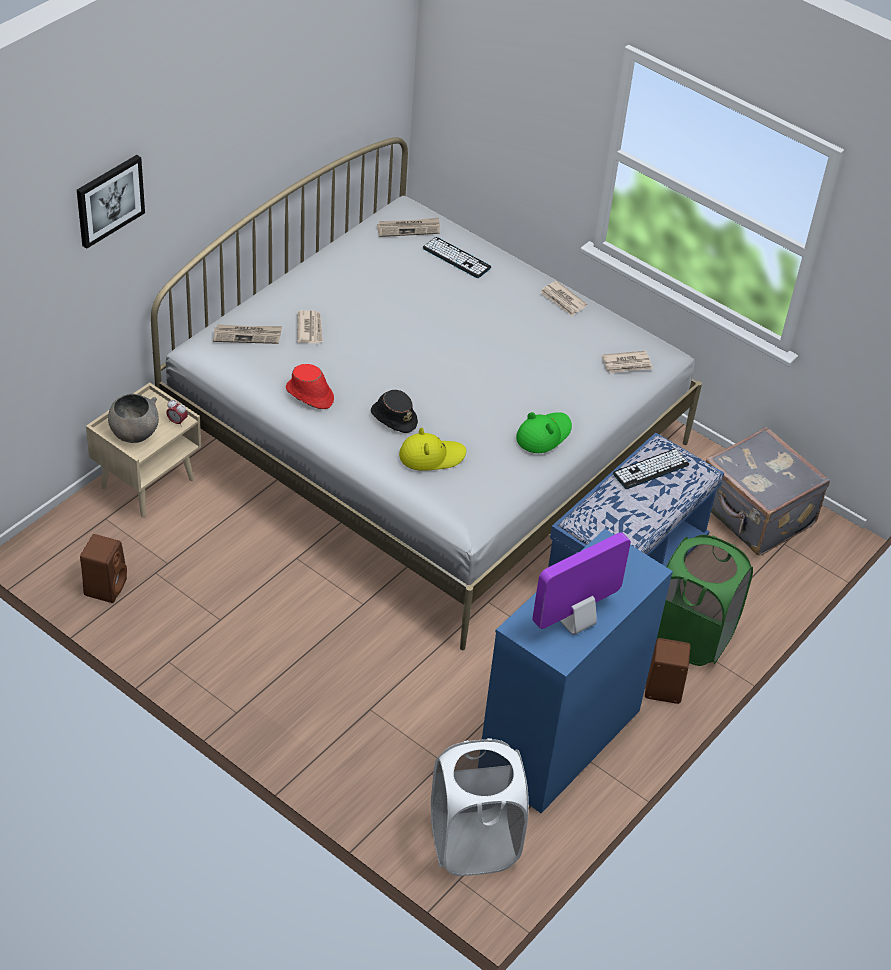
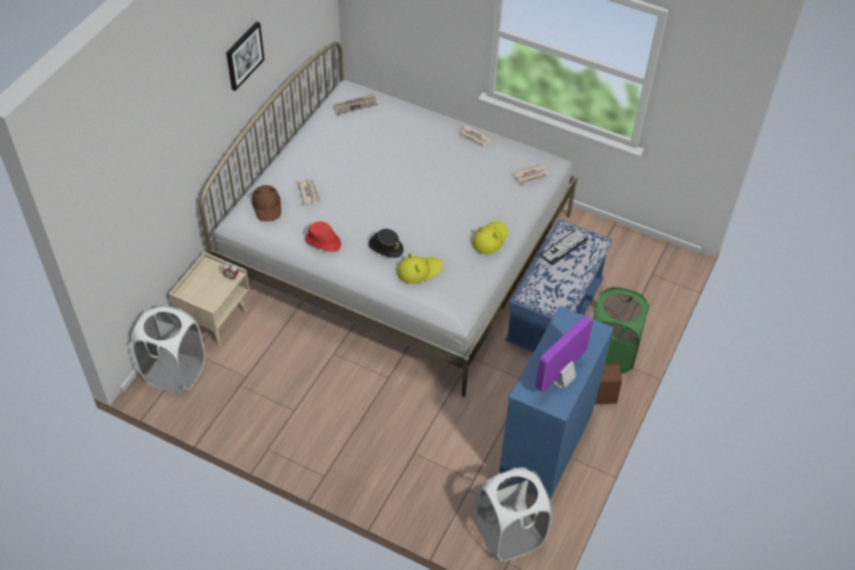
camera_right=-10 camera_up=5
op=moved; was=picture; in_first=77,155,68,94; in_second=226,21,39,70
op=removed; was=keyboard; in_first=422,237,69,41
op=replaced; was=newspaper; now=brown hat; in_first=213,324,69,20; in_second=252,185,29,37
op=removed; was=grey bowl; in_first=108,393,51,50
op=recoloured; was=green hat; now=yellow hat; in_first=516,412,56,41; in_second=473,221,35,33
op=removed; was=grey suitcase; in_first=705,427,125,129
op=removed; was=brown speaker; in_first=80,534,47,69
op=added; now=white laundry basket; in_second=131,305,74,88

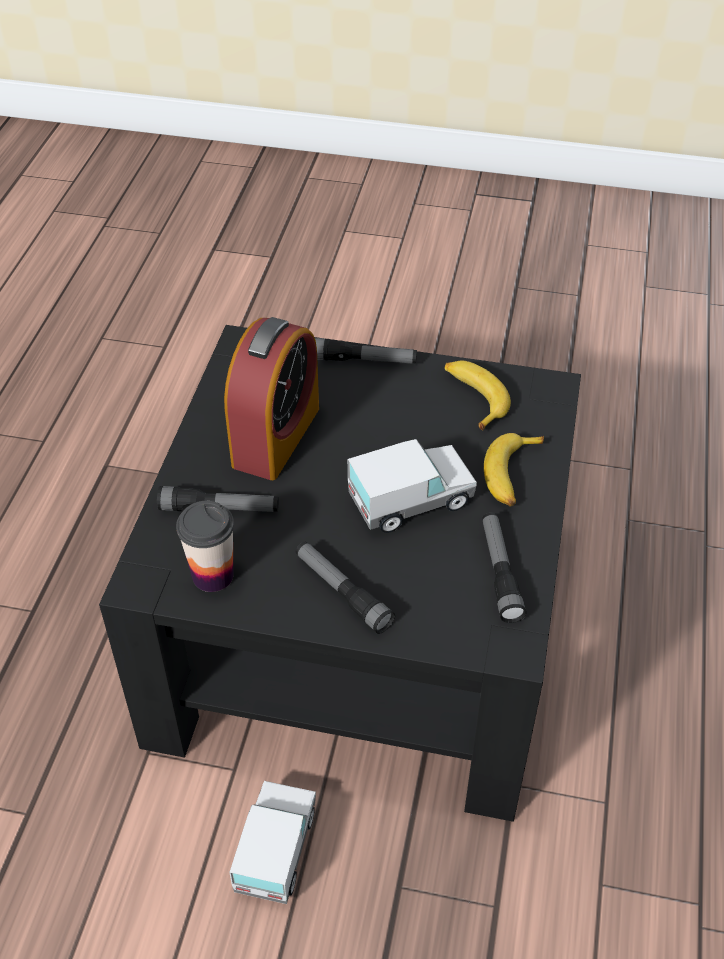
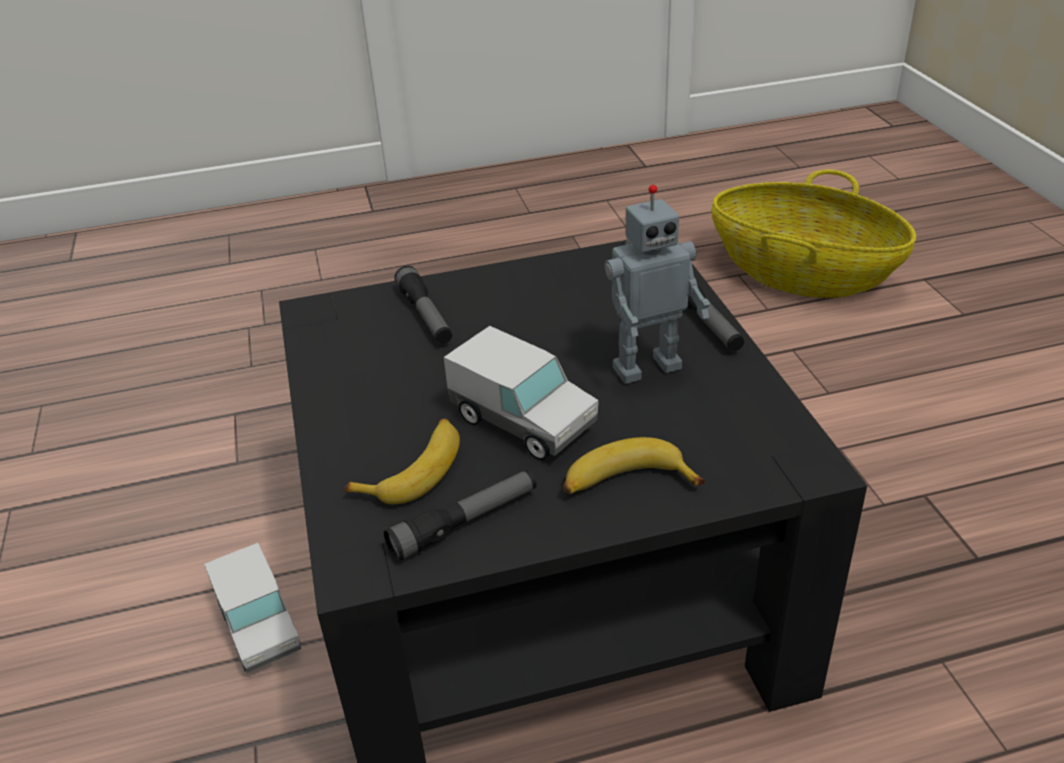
camera_right=65 camera_up=-10
op=removed; was=alarm clock; in_first=224,317,95,163
op=moved; was=banana; in_first=445,360,66,71; in_second=344,419,116,85
op=removed; was=cup; in_first=176,501,58,91
op=removed; was=flashlight; in_first=296,542,99,92
op=turned; was=toy truck; in_first=229,781,87,123; in_second=204,543,97,130; clockwise=75
op=added; now=basket; in_second=711,170,205,128
op=added; now=toy robot; in_second=605,185,105,199

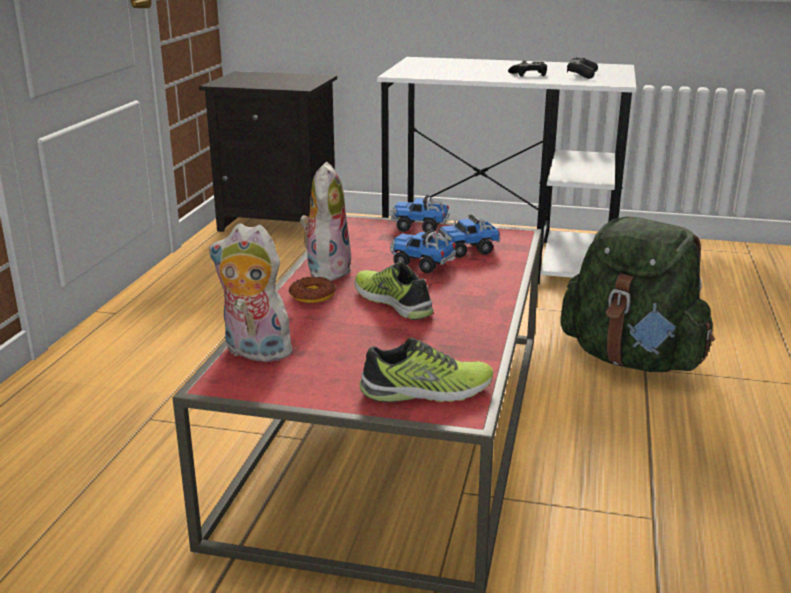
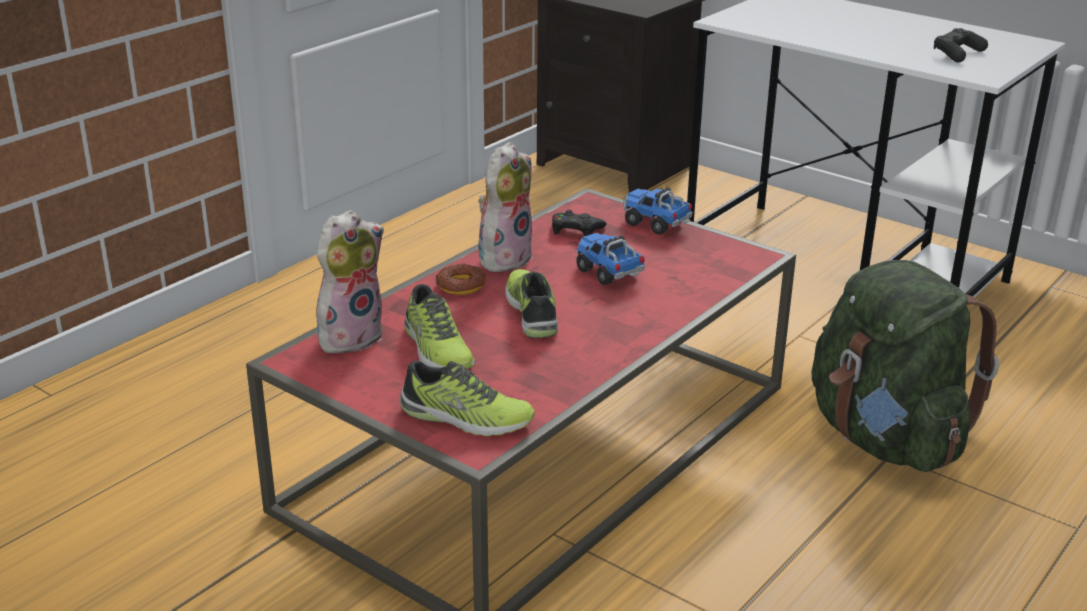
camera_right=25 camera_up=5
op=moved; was=black game controller; in_first=508,61,39,16; in_second=552,210,55,26
op=removed; was=toy truck; in_first=437,214,64,44
op=turned; was=plush toy; in_first=209,223,86,139; in_second=316,210,68,143; clockwise=90
op=added; now=shoe; in_second=404,284,71,85

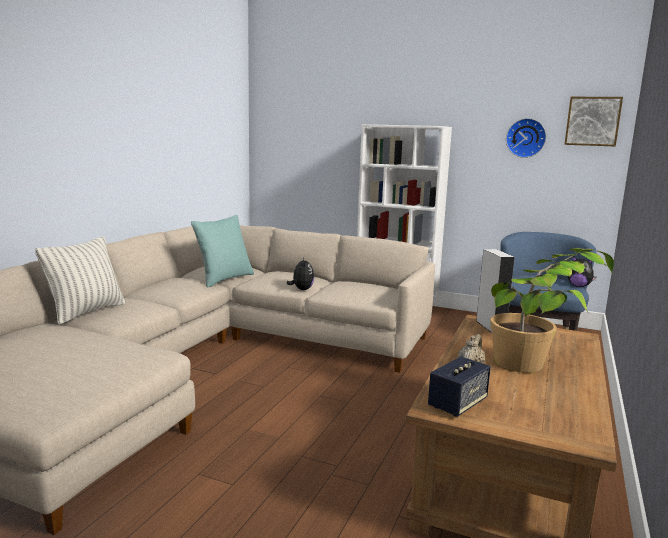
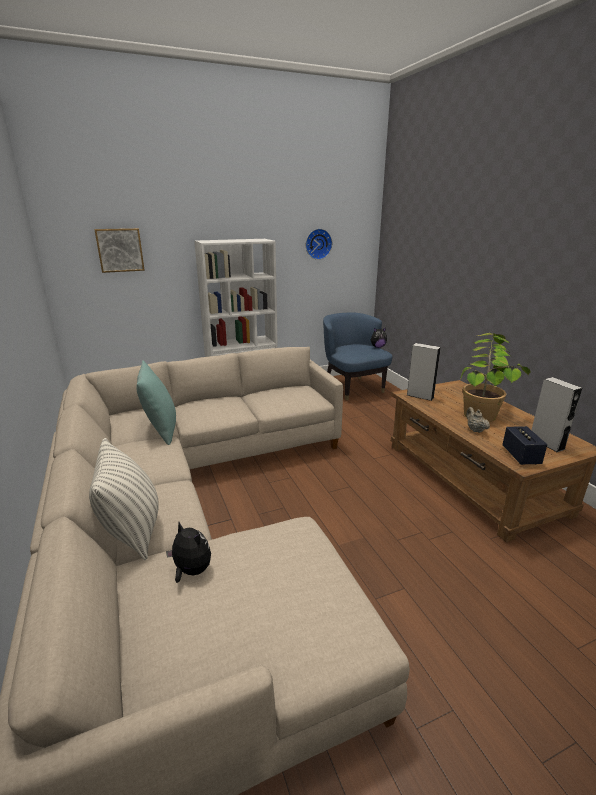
camera_right=-45 camera_up=10
op=moved; was=picture; in_first=564,97,59,50; in_second=94,228,51,45
op=moved; was=plush toy; in_first=287,257,27,33; in_second=166,522,45,61
op=added; now=grey speaker; in_second=532,377,50,75

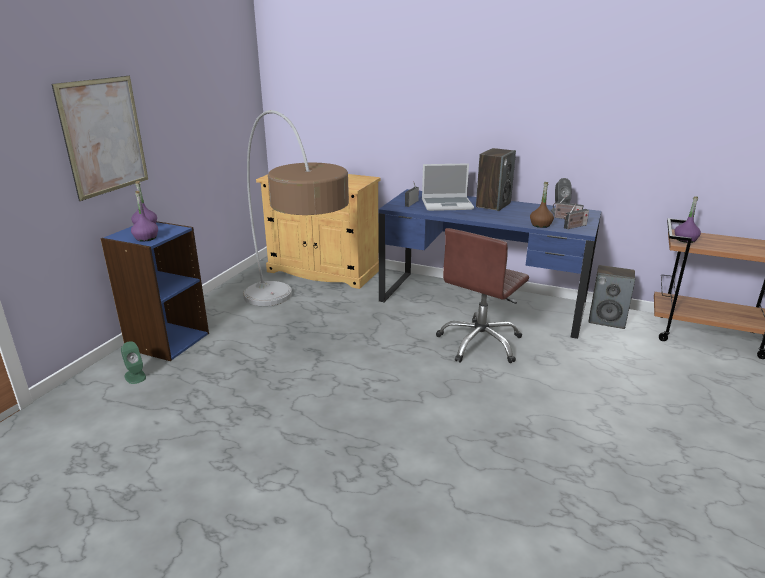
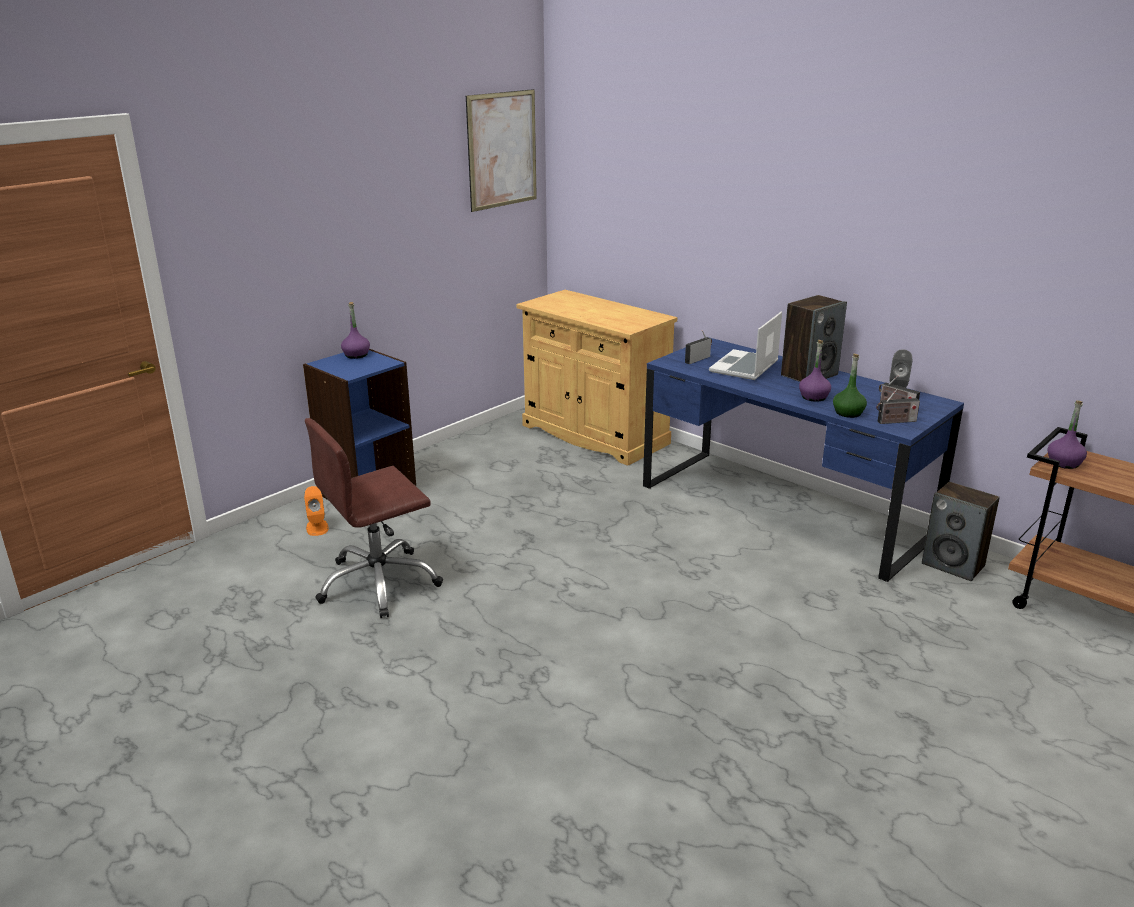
camera_right=20 camera_up=0
op=moved; was=picture; in_first=51,76,97,125; in_second=466,89,71,123
op=removed; was=floor lamp; in_first=243,110,106,196
op=turned; was=laptop; in_first=422,163,52,48; in_second=709,312,73,68; clockwise=105
op=recoloured; was=brown bottle; now=green bottle; in_first=530,182,24,46; in_second=833,354,34,64
op=moved; was=purple bottle; in_first=131,191,27,51; in_second=799,340,32,62
op=moved; was=brown office chair; in_first=436,228,93,135; in_second=305,418,138,200
op=recoloured; was=green speaker; now=orange speaker; in_first=121,341,25,43; in_second=304,486,24,50

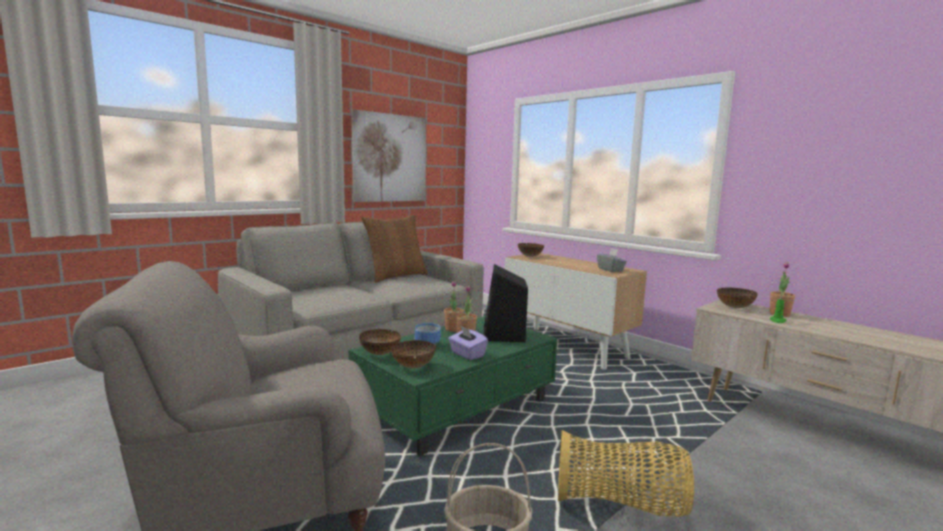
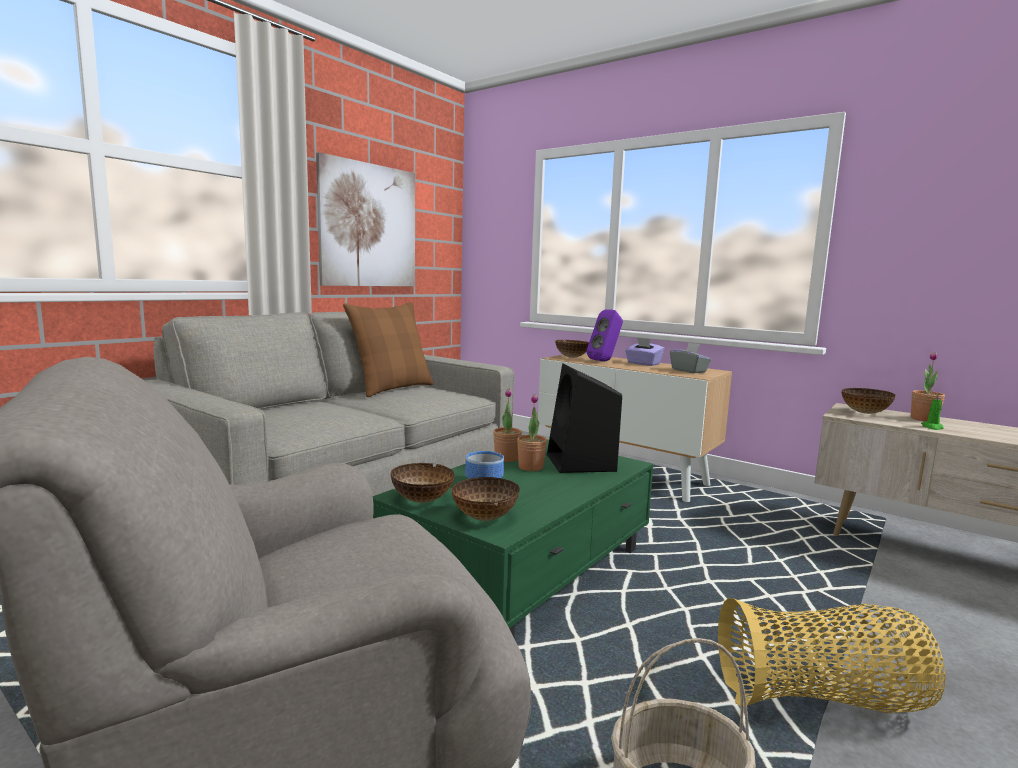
camera_right=-10 camera_up=0
op=moved; was=purple tissue box; in_first=448,326,40,34; in_second=625,337,39,29
op=added; now=purple speaker; in_second=587,309,36,53

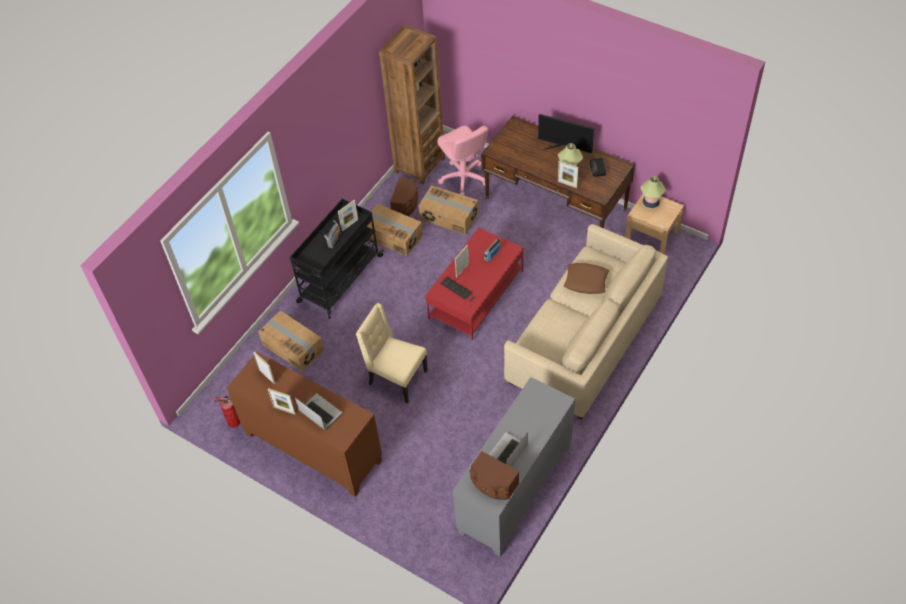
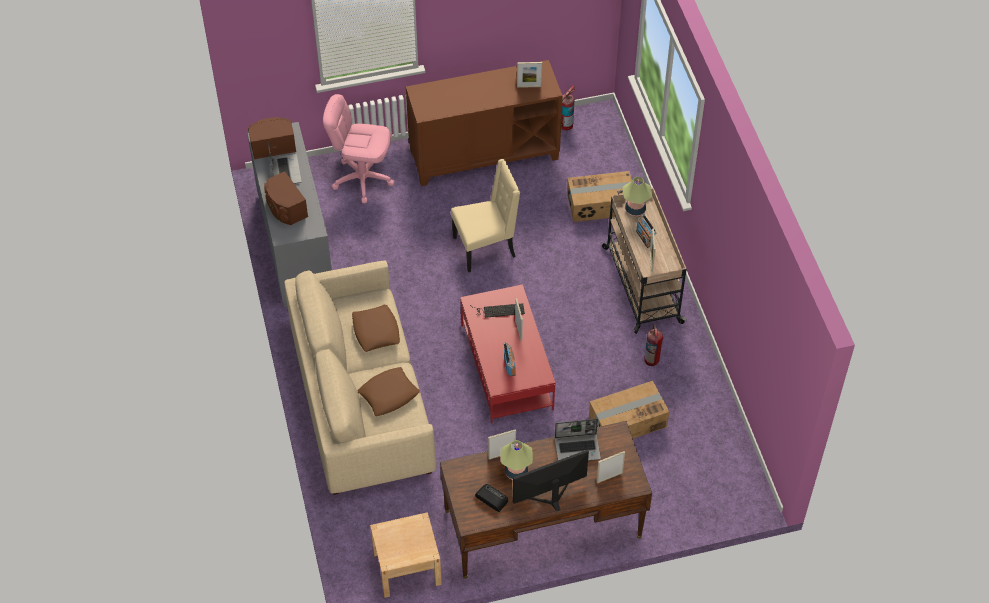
camera_right=130 camera_up=0
op=removed; was=brown bookcase; in_first=379,24,66,160
op=moved; was=pink office chair; in_first=437,126,51,69; in_second=323,94,71,109
op=moved; was=table lamp; in_first=640,176,26,33; in_second=622,177,30,39
op=moved; was=brown speaker; in_first=390,178,28,38; in_second=264,171,44,54
op=recoloured; was=black cart; now=beige cart; in_first=290,199,94,120; in_second=602,188,85,146
op=replaced; was=cardboard box; now=fire extinguisher; in_first=367,204,56,52; in_second=644,324,19,42
op=moved; was=picture frame; in_first=268,388,28,27; in_second=596,451,29,32
op=moved; was=laptop; in_first=295,393,47,37; in_second=554,419,47,41
op=added; now=brown pillow; in_second=352,305,48,47

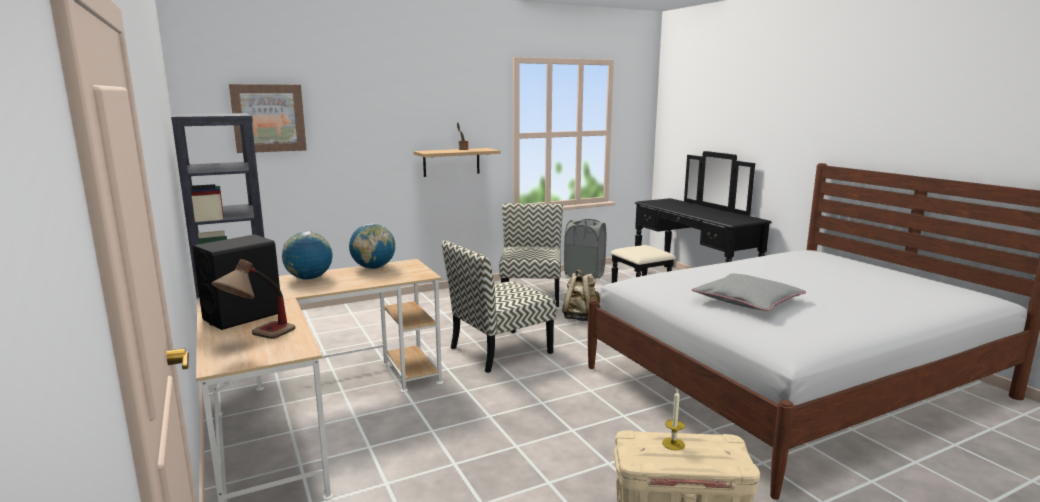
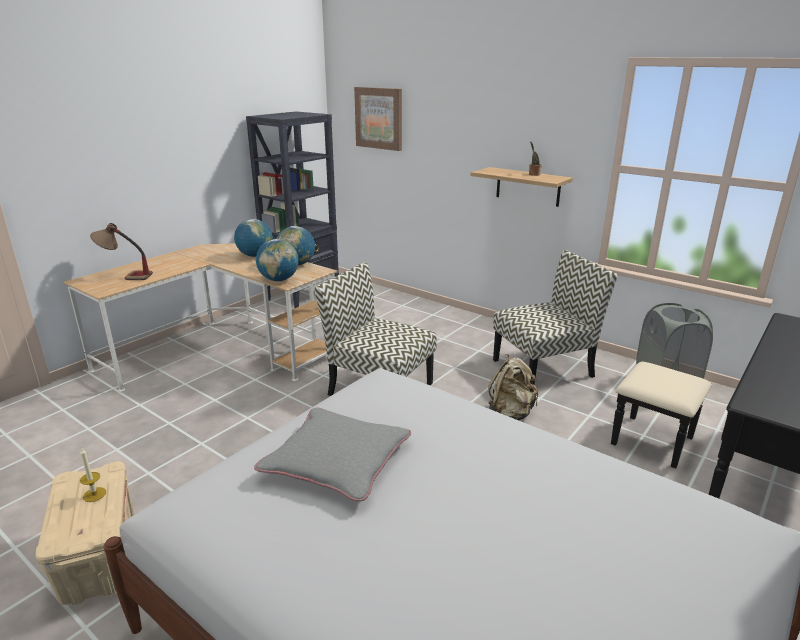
camera_right=65 camera_up=10
op=removed; was=black speaker; in_first=192,234,88,96
op=added; now=globe; in_second=256,239,43,43

